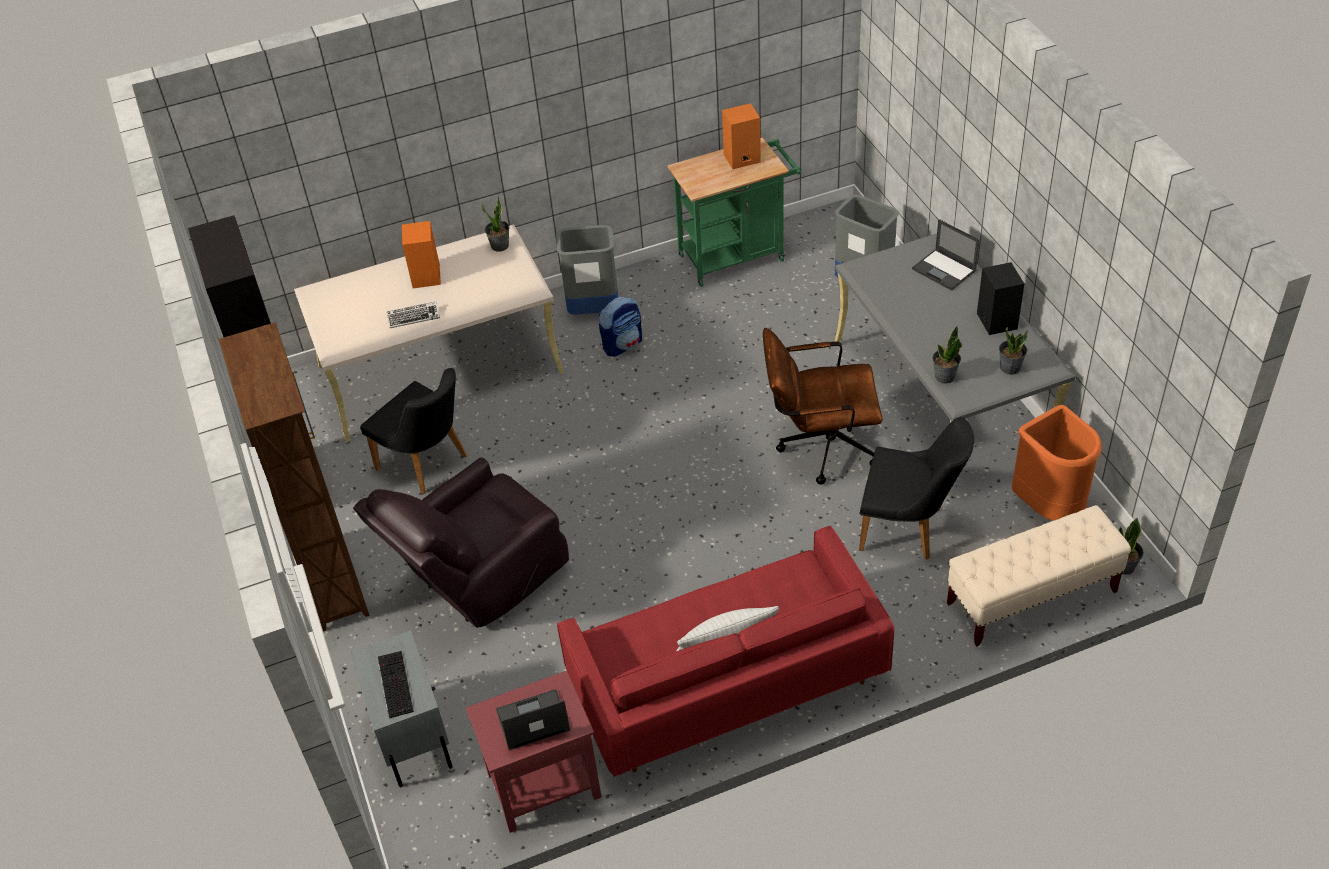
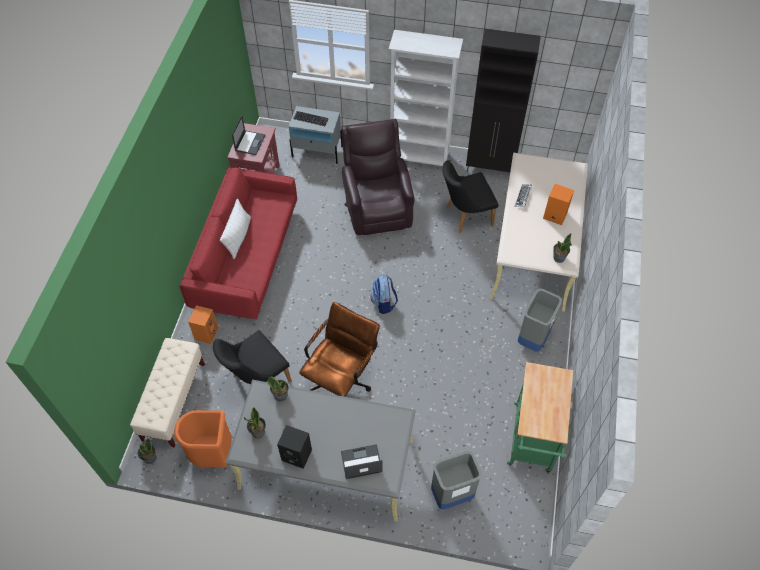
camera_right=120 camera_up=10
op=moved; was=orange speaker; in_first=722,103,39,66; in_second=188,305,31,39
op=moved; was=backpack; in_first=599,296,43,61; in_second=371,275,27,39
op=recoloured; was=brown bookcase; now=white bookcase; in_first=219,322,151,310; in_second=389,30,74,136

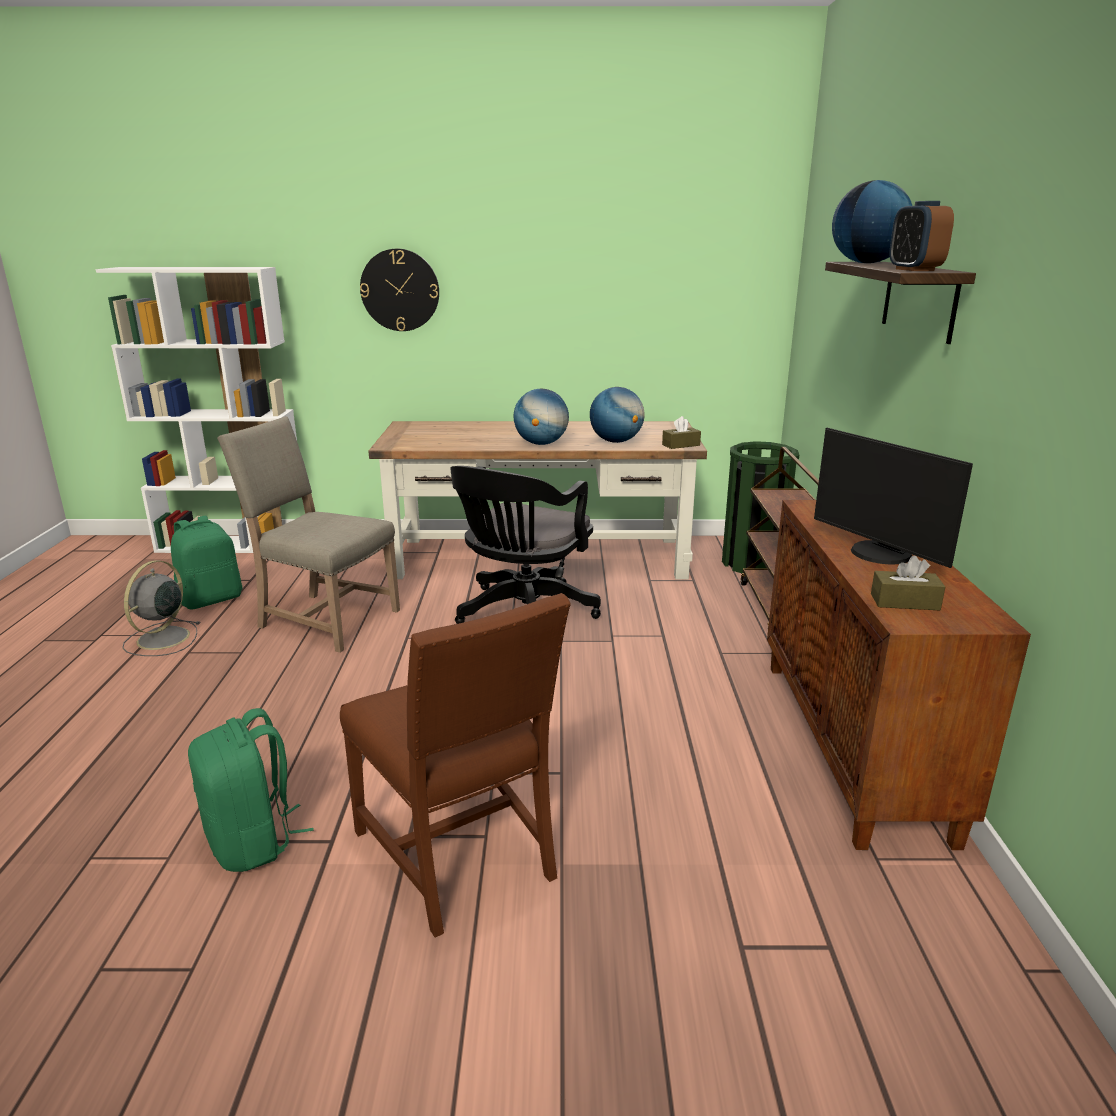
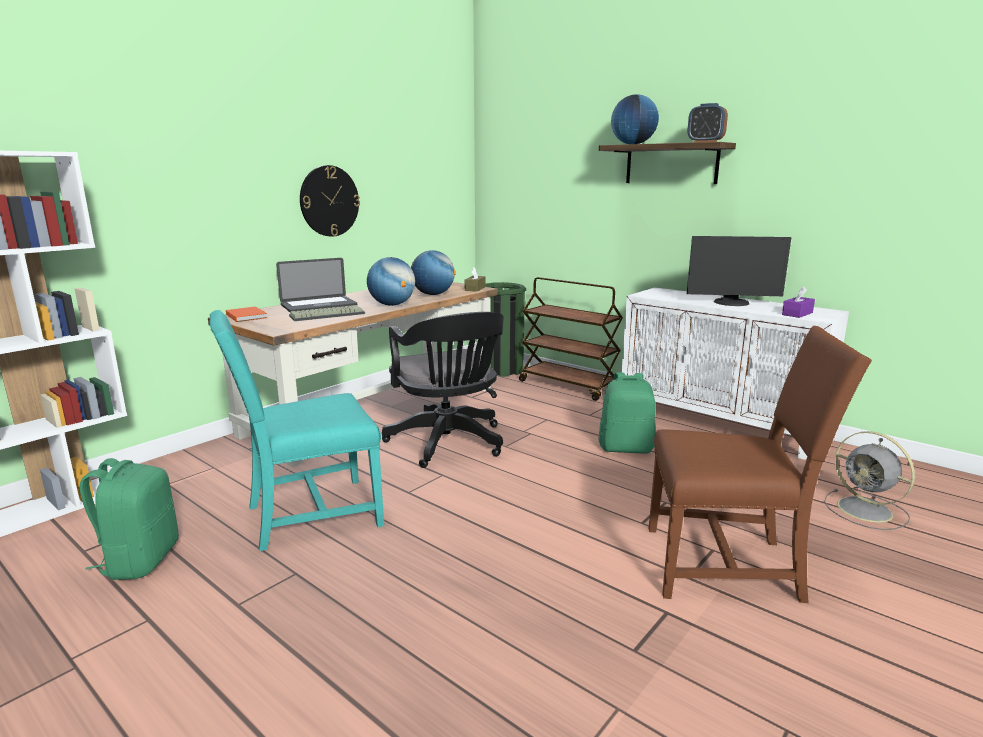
camera_right=-50 camera_up=-5
op=moved; was=wall clock; in_first=360,249,79,82; in_second=300,165,60,72
op=recoloured; was=beige chair; now=turquoise chair; in_first=217,416,183,237; in_second=210,310,174,241
op=recoloured; was=brown cabinet; now=white cabinet; in_first=767,500,264,350; in_second=622,287,227,173
op=recoloured; was=brown tissue box; now=purple tissue box; in_first=871,556,74,54; in_second=782,286,33,32
op=moved; was=grey fan; in_first=122,560,78,96; in_second=824,431,91,99
op=moved; was=green backpack; in_first=188,708,126,164; in_second=599,372,57,82
op=added; now=laptop; in_second=276,258,81,55
op=added; now=keyboard; in_second=289,305,76,16
op=added; now=orange book; in_second=226,307,41,15

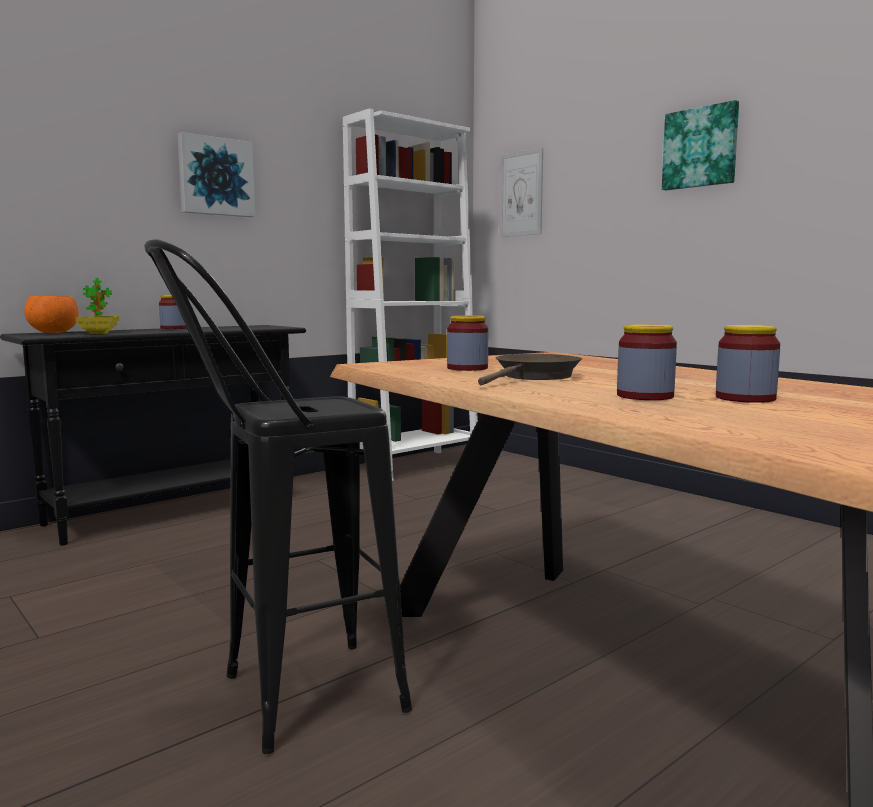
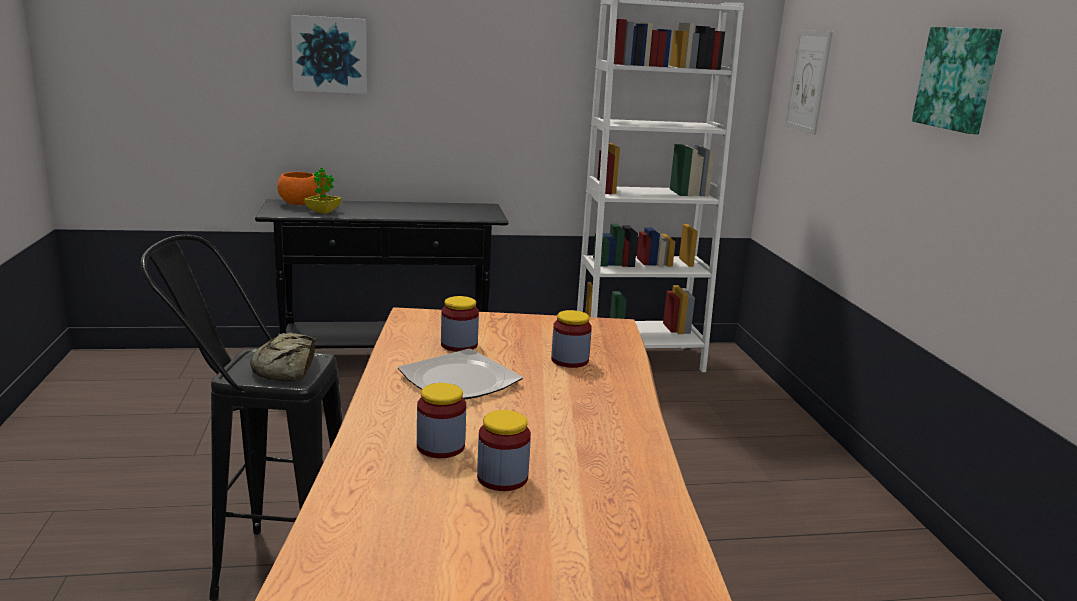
camera_right=30 camera_up=10
op=moved; was=picture; in_first=178,132,77,85; in_second=291,15,76,79
op=moved; was=jar; in_first=159,295,28,34; in_second=551,310,41,58
op=replaced; was=brown frying pan; now=plate; in_first=478,354,104,31; in_second=398,349,125,51
op=added; now=bread; in_second=250,332,66,50

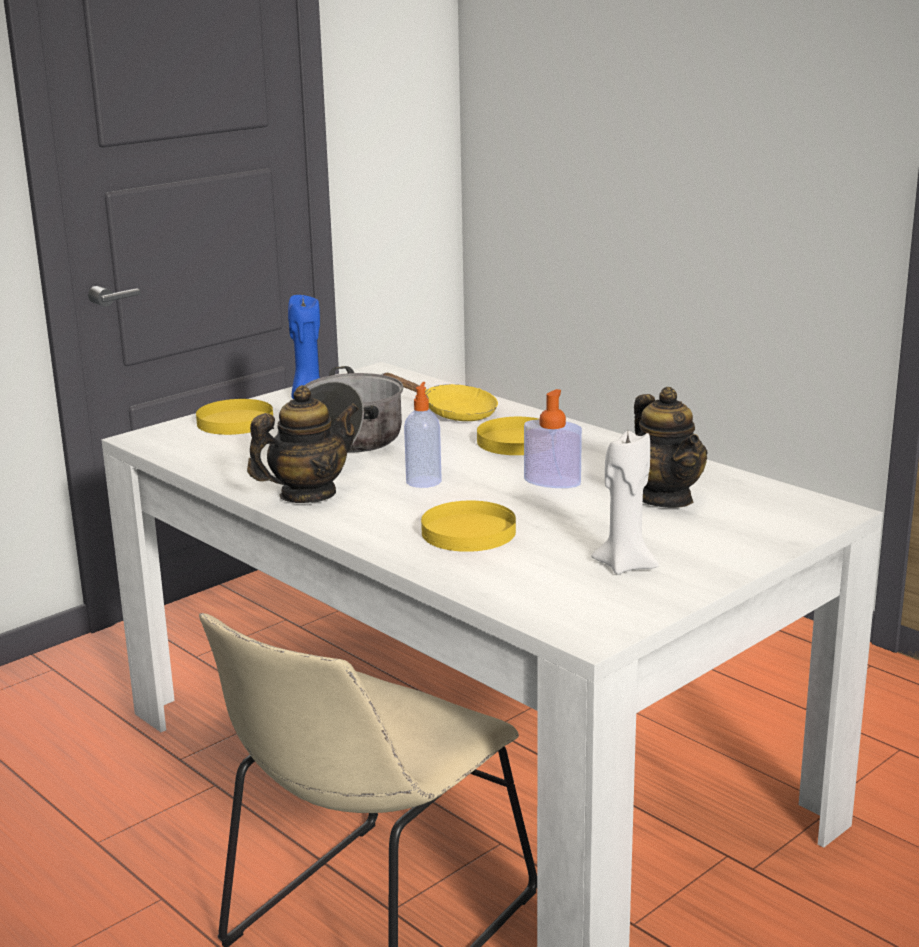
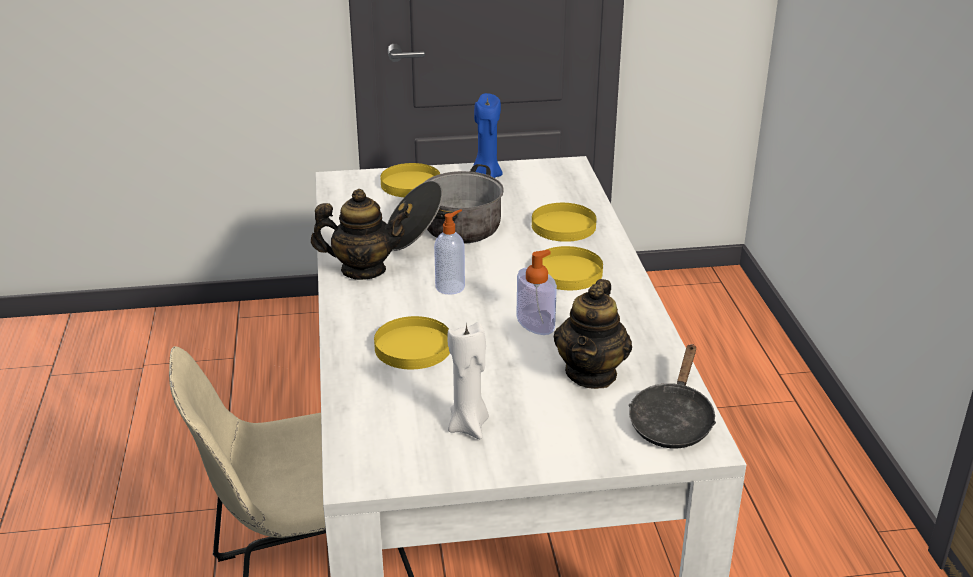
camera_right=35 camera_up=10
op=replaced; was=yellow frying pan; now=yellow plate; in_first=382,373,116,48; in_second=532,203,65,39
op=added; now=black frying pan; in_second=629,344,87,104

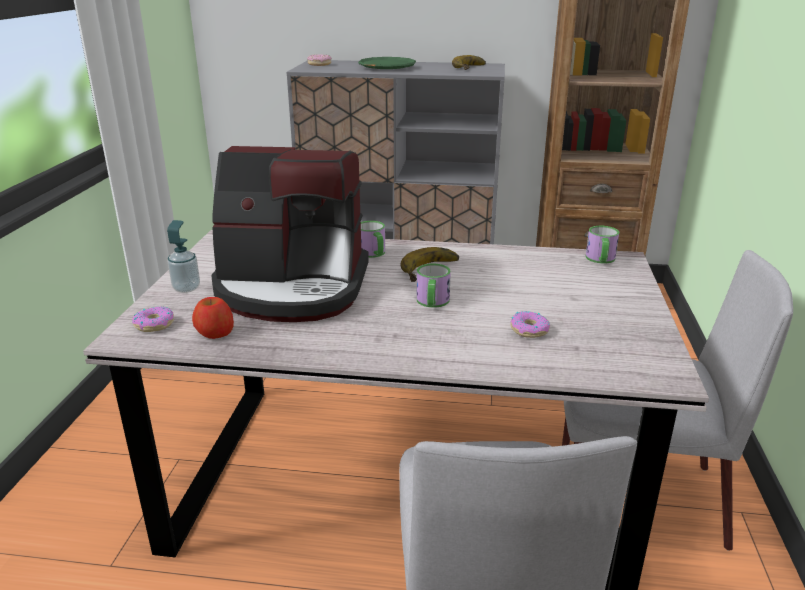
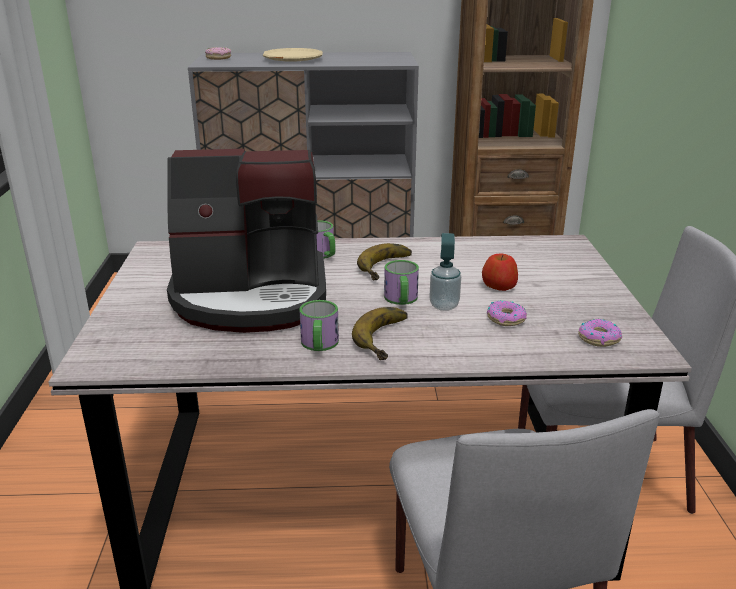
camera_right=-10 camera_up=0
op=moved; was=banana; in_first=452,55,34,15; in_second=352,307,56,53
op=recoloured; was=green plate; now=beige plate; in_first=358,57,58,12; in_second=263,48,60,13
op=moved; was=soap dispenser; in_first=167,220,33,73; in_second=429,233,32,78
op=moved; was=mug; in_first=585,226,34,38; in_second=299,300,40,51
op=moved; was=apple; in_first=192,297,42,42; in_second=482,253,36,38
op=moved; was=donut; in_first=132,306,42,26; in_second=578,319,44,28

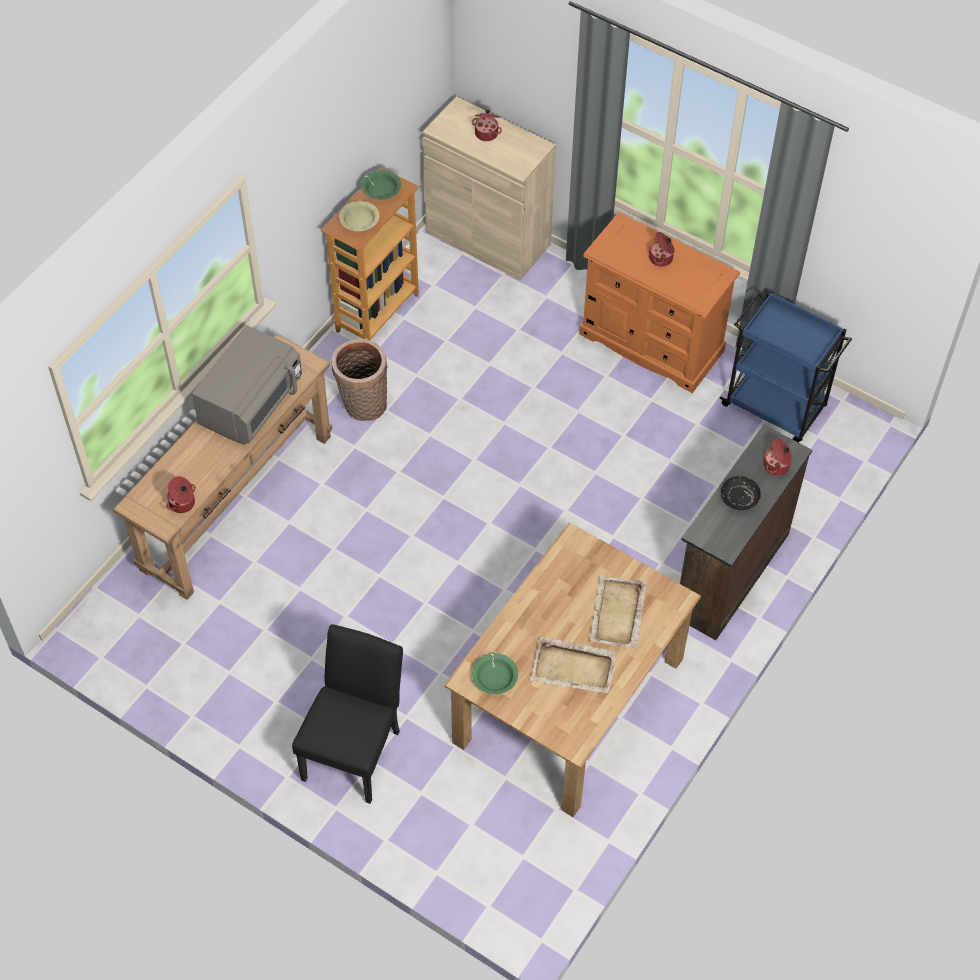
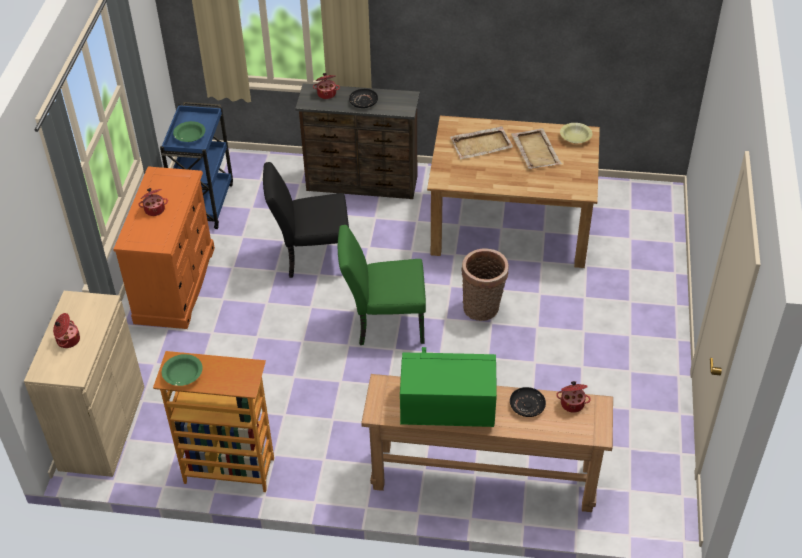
camera_right=-115 camera_up=-10
op=moved; was=yellow bowl; in_first=339,201,40,30; in_second=560,123,32,20
op=recoloured; was=grey microwave; now=green microwave; in_first=192,325,110,120; in_second=400,347,97,80
op=moved; was=basket; in_first=331,339,56,82; in_second=462,249,47,72
op=moved; was=black chair; in_first=292,624,111,180; in_second=263,162,86,116
op=moved; was=green bowl; in_first=472,653,46,41; in_second=173,121,32,21
op=added; now=green chair; in_second=338,225,88,120
op=added; now=black plate; in_second=510,387,36,30

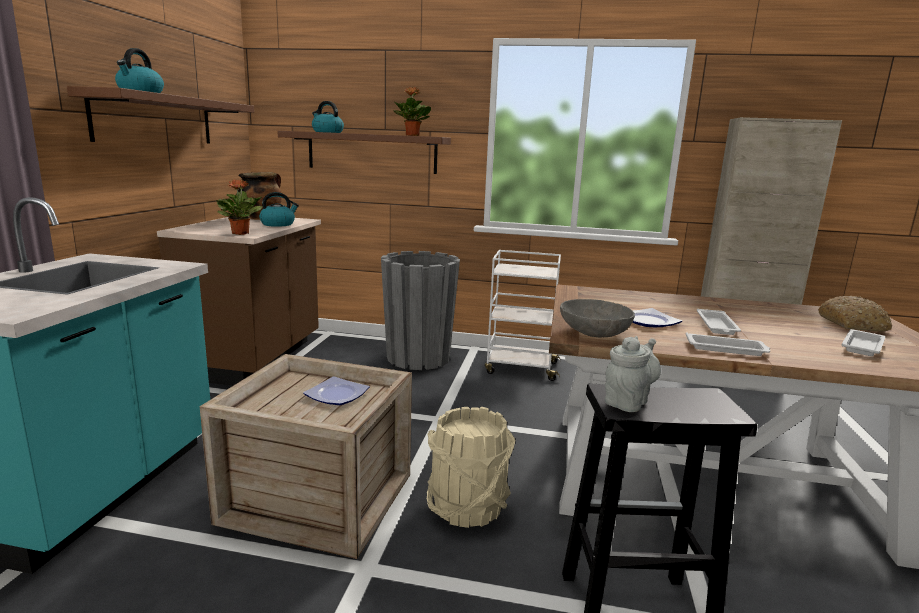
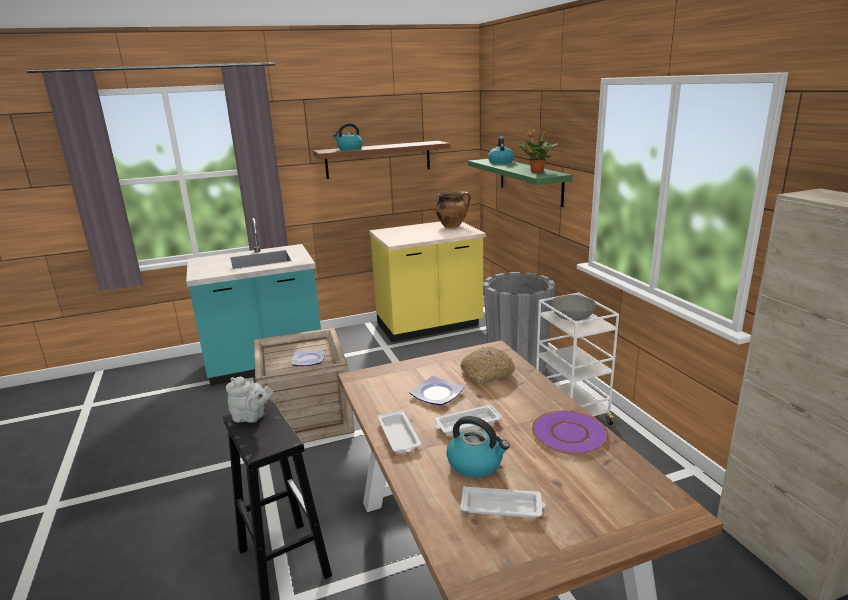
camera_right=60 camera_up=5
op=recoloured; was=brown shelf; now=green shelf; in_first=277,131,174,43; in_second=468,159,104,48
op=removed; was=potted plant; in_first=216,179,47,56
op=moved; was=kettle; in_first=259,192,40,35; in_second=447,416,63,62
op=recoloured; was=brown counter; now=yellow counter; in_first=157,217,164,169; in_second=369,221,117,121
op=moved; was=bread; in_first=818,296,75,35; in_second=460,347,55,37
op=moved; was=grey bowl; in_first=560,299,75,38; in_second=551,295,45,26
op=removed; was=beige bucket; in_first=426,407,89,121
op=added; now=purple plate; in_second=532,410,77,45

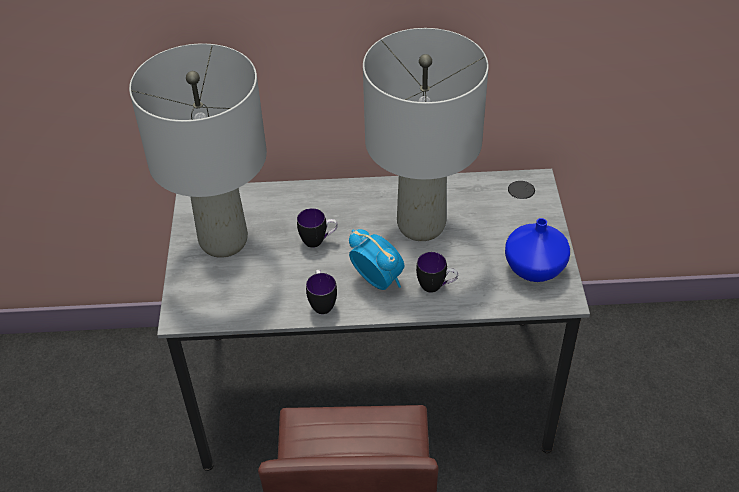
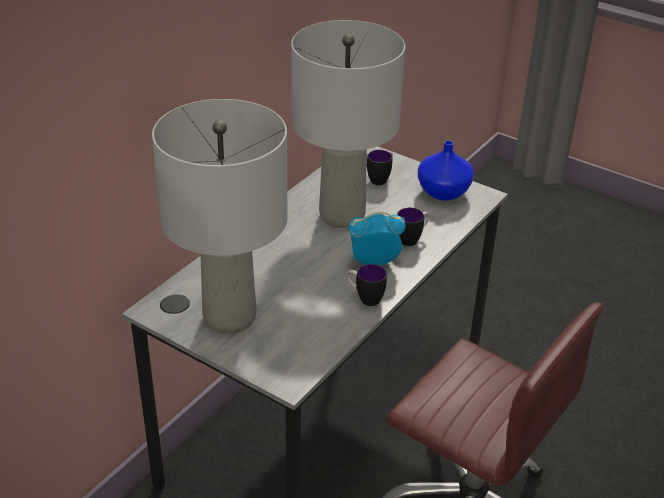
camera_right=-55 camera_up=-10
op=moved; was=mug; in_first=297,208,41,40; in_second=367,150,26,35

